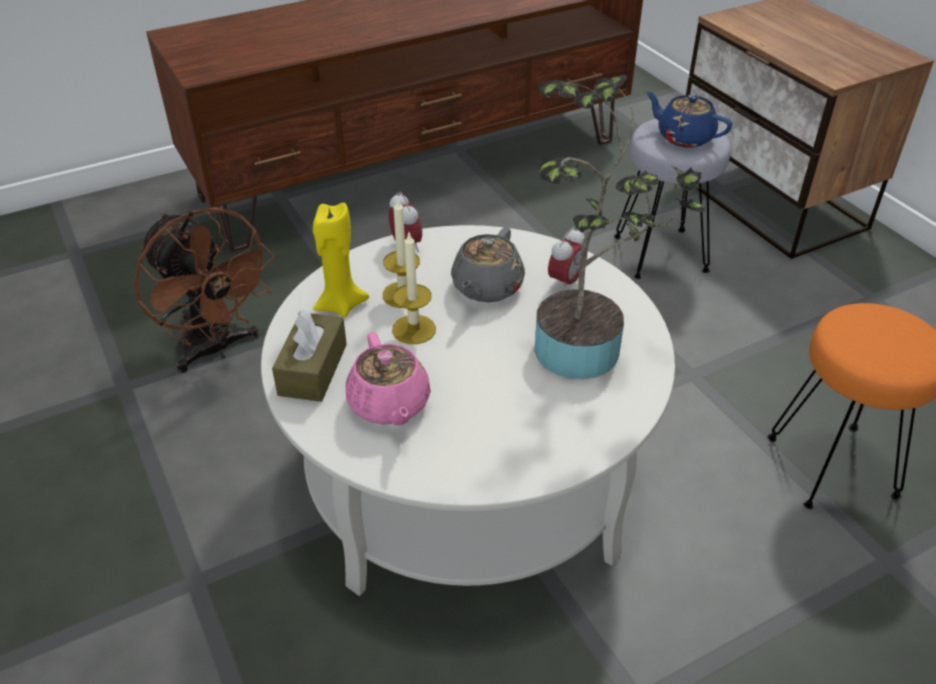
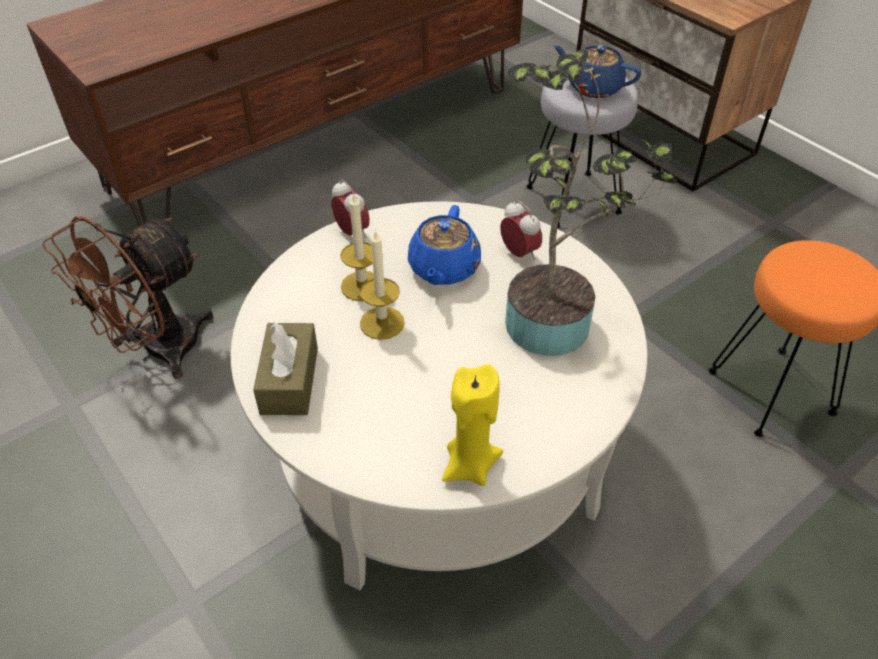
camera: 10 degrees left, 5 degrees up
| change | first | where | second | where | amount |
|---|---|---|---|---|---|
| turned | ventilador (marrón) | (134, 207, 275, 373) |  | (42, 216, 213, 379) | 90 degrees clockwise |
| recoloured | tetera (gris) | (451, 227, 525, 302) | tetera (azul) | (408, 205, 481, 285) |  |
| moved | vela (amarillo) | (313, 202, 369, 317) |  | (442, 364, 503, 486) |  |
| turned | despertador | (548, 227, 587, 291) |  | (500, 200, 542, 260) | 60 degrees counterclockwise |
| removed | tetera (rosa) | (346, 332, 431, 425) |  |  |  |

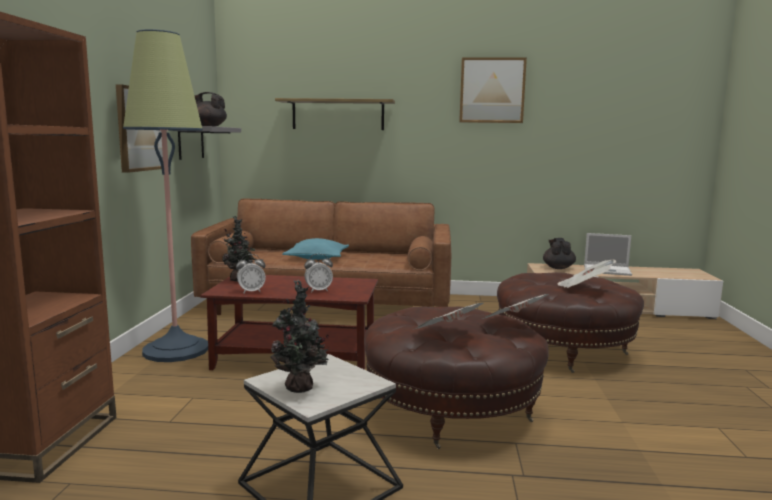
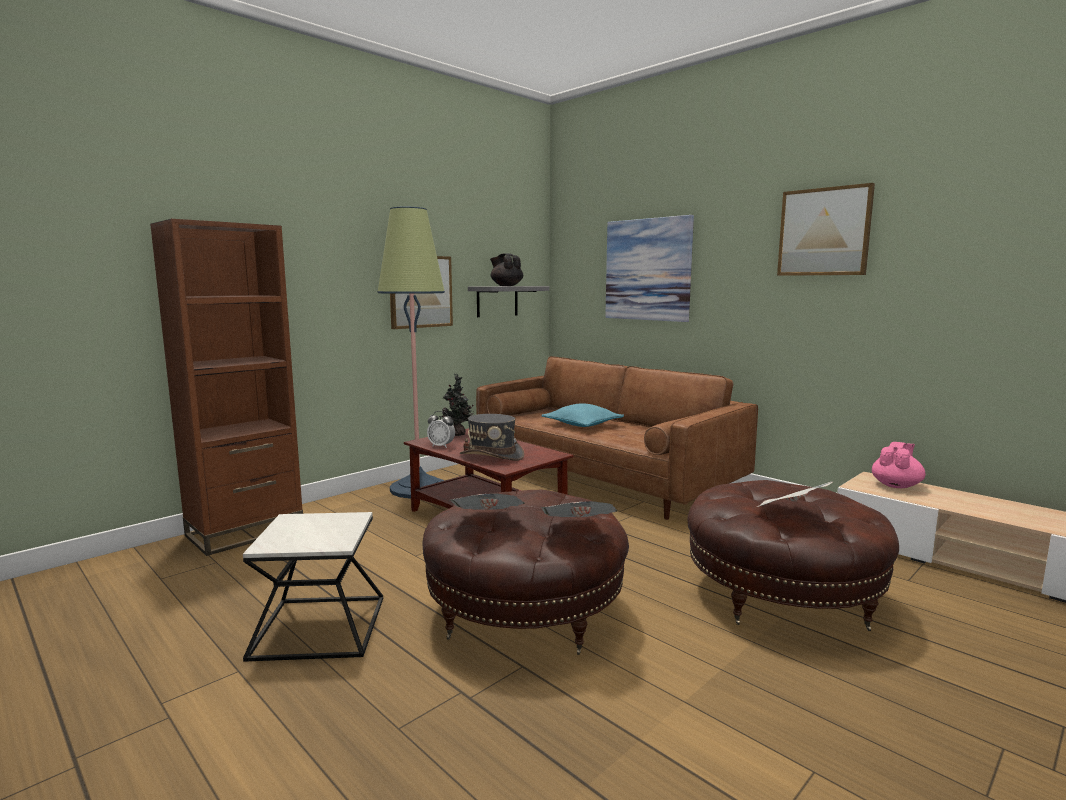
camera: 40 degrees right, 0 degrees up
| change | first | where | second | where | amount |
|---|---|---|---|---|---|
| replaced | despertador | (304, 254, 333, 292) | sombrero (gris) | (460, 414, 524, 461) |  |
| replaced | estante | (275, 98, 395, 130) | cuadro | (605, 215, 694, 322) |  |
| recoloured | tetera (negro) | (543, 238, 576, 269) | tetera (rosa) | (872, 442, 925, 488) |  |
| removed | planta en maceta | (270, 280, 329, 393) |  |  |  |
| removed | portátil | (584, 233, 632, 276) |  |  |  |

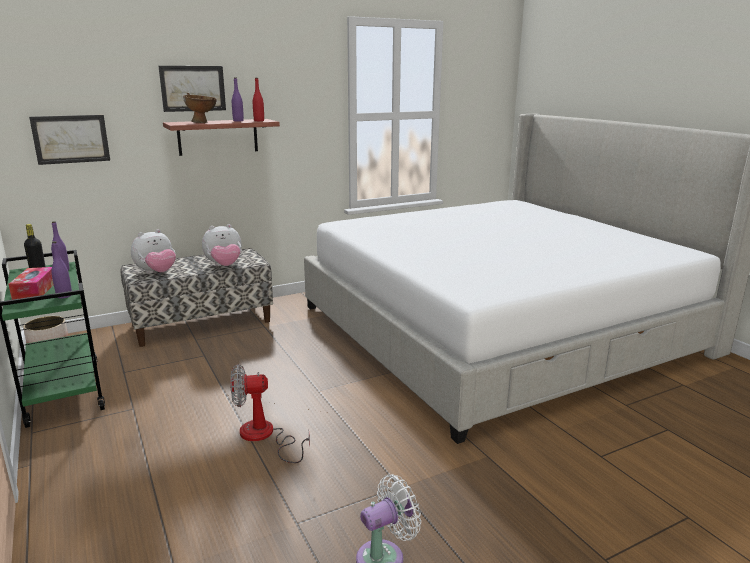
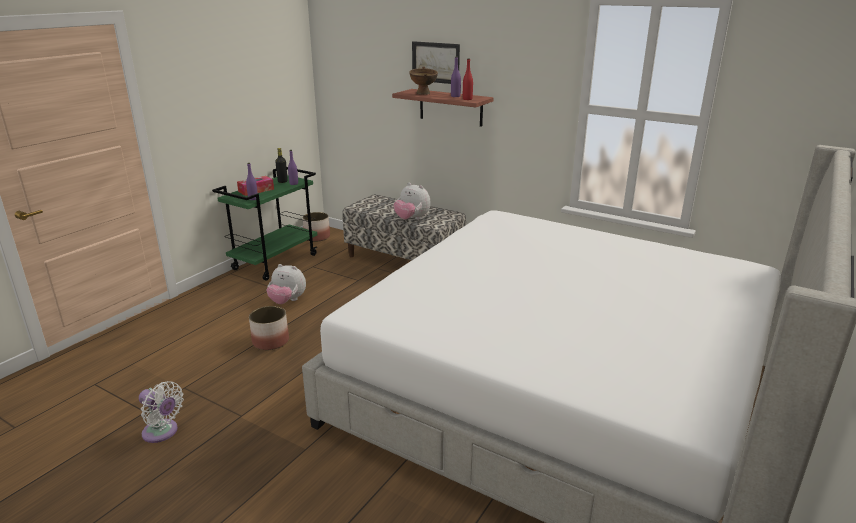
camera: 60 degrees right, 5 degrees up
| change | first | where | second | where | amount |
|---|---|---|---|---|---|
| replaced | ventilador | (230, 364, 310, 463) | maceta | (249, 306, 289, 350) |  |
| moved | peluche | (131, 229, 176, 274) |  | (267, 264, 306, 304) |  |
| removed | cuadro | (29, 115, 110, 165) |  |  |  |

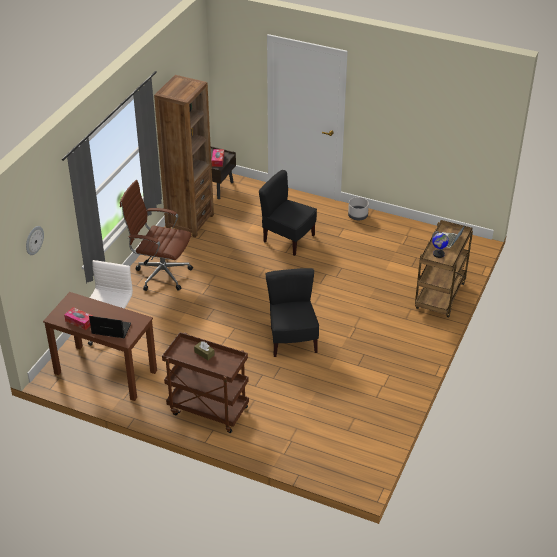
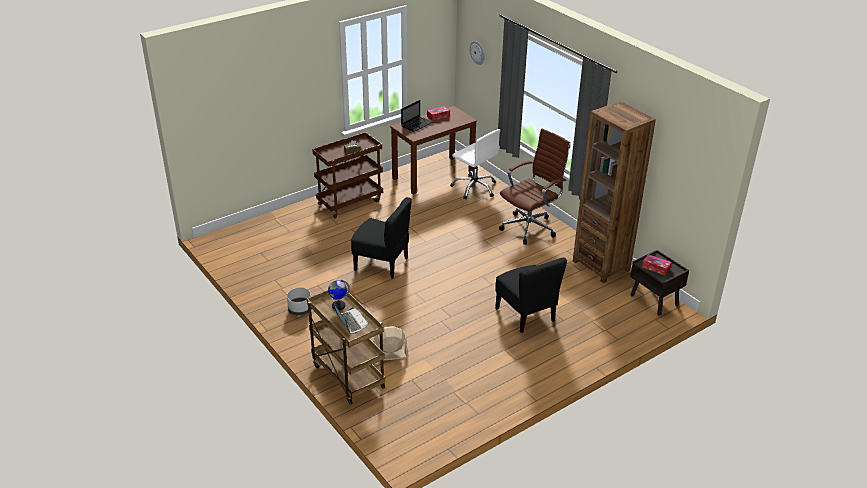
camera: 120 degrees right, 5 degrees down
| change | first | where | second | where | amount |
|---|---|---|---|---|---|
| moved | maceta (gris) | (348, 197, 369, 220) |  | (287, 288, 311, 316) |  |
| added |  |  | ventilador (beis) | (373, 326, 408, 360) |  |
| turned | silla (negro) | (259, 170, 317, 256) |  | (495, 257, 567, 333) | 90 degrees clockwise |

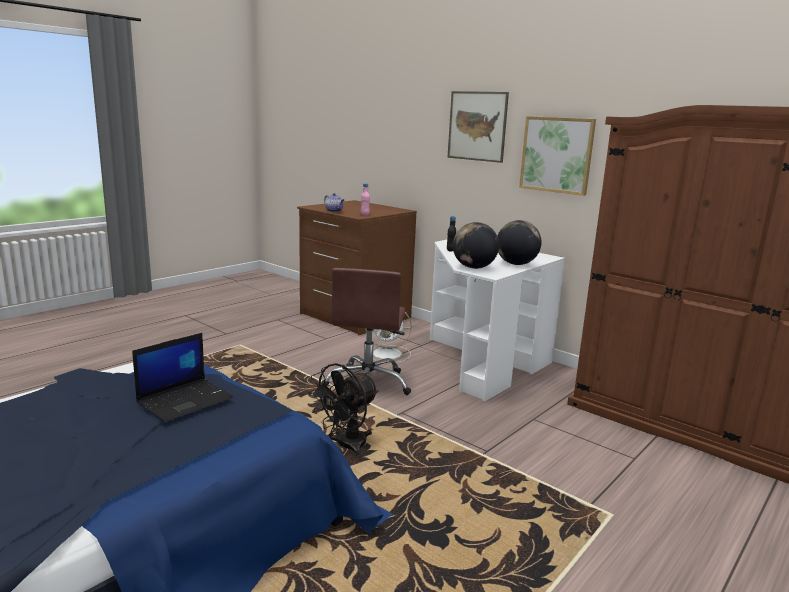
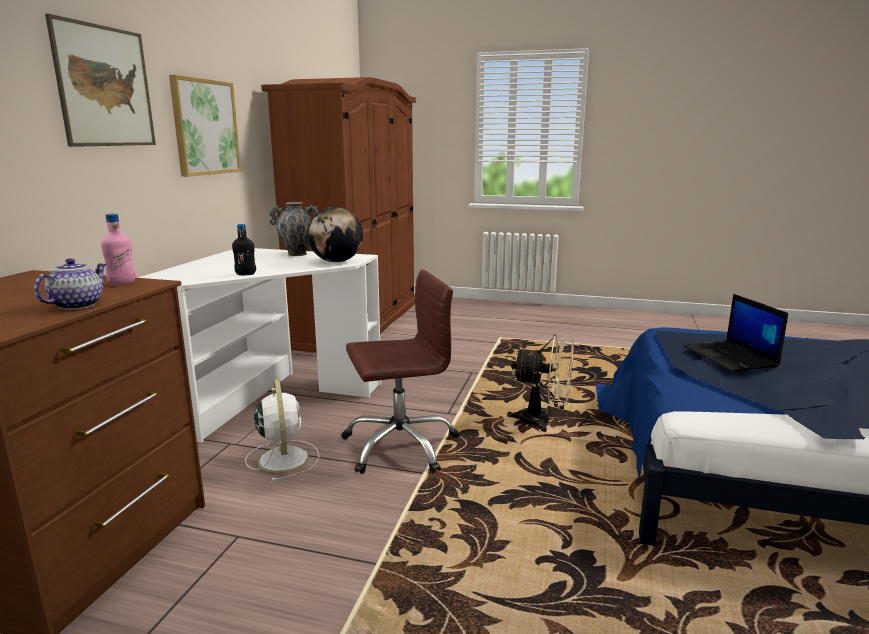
camera: 115 degrees left, 0 degrees up
| change | first | where | second | where | amount |
|---|---|---|---|---|---|
| replaced | globo terráqueo | (497, 220, 541, 265) | florero | (269, 202, 318, 256) |  |
| recoloured | ventilador (negro) | (308, 363, 379, 456) | ventilador (beis) | (507, 334, 574, 432) |  |
| turned | portátil | (132, 333, 233, 422) |  | (683, 294, 788, 371) | 120 degrees counterclockwise |

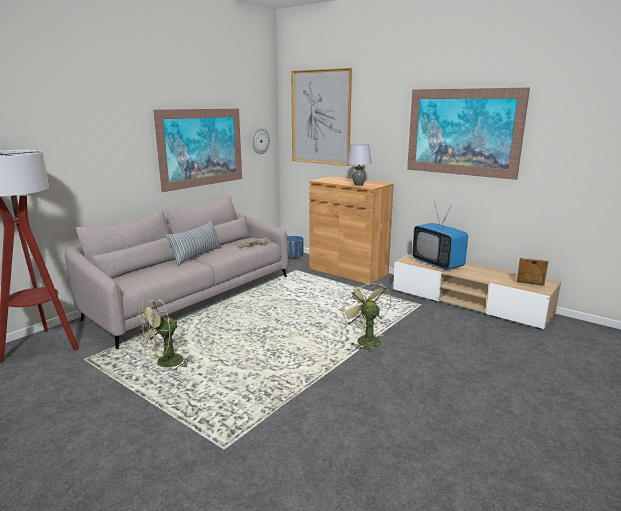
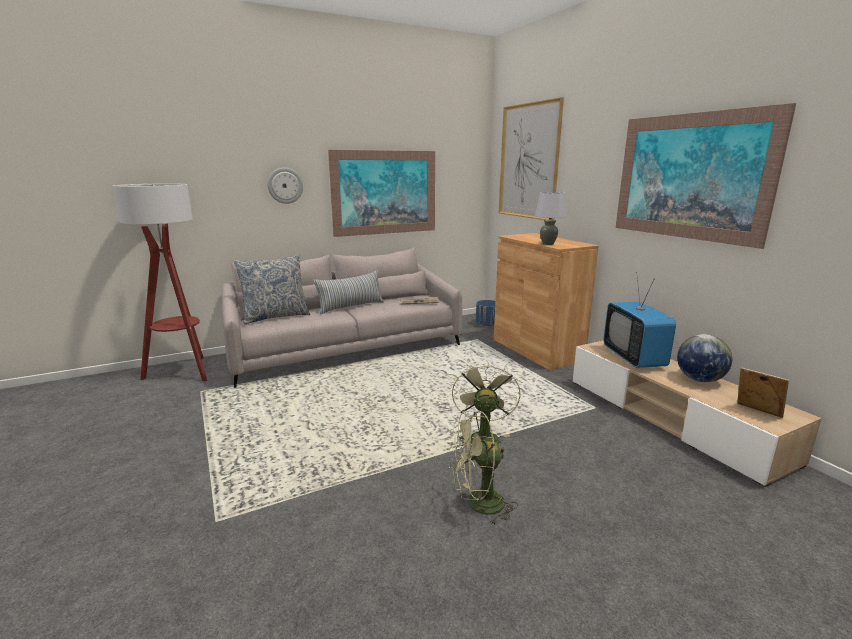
camera: 25 degrees right, 0 degrees up
| change | first | where | second | where | amount |
|---|---|---|---|---|---|
| added |  |  | cojín | (234, 254, 310, 324) |  |
| moved | reloj de pared | (252, 128, 270, 154) |  | (268, 168, 303, 204) |  |
| moved | ventilador (verde) | (138, 299, 191, 371) |  | (449, 411, 518, 525) |  |
| added |  |  | globo terráqueo | (677, 334, 732, 383) |  |

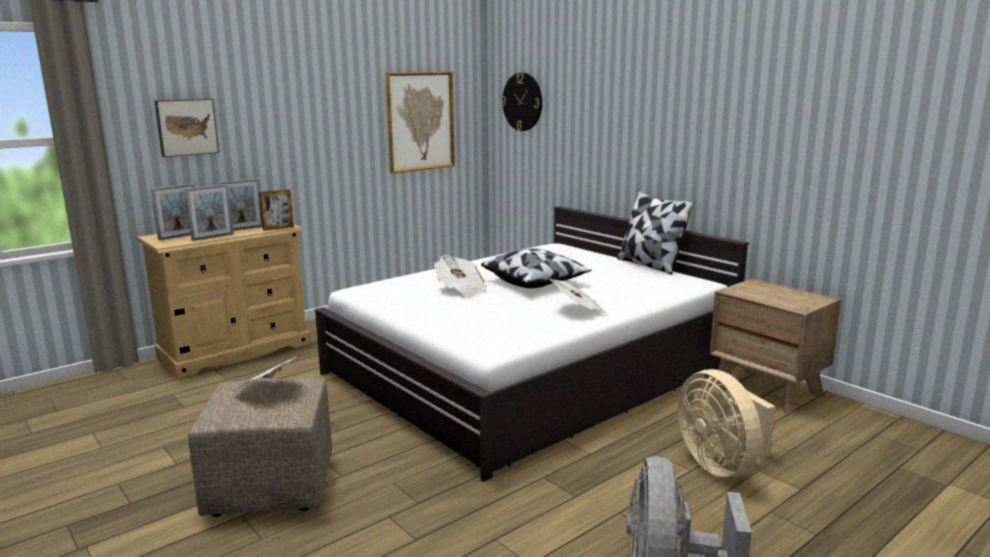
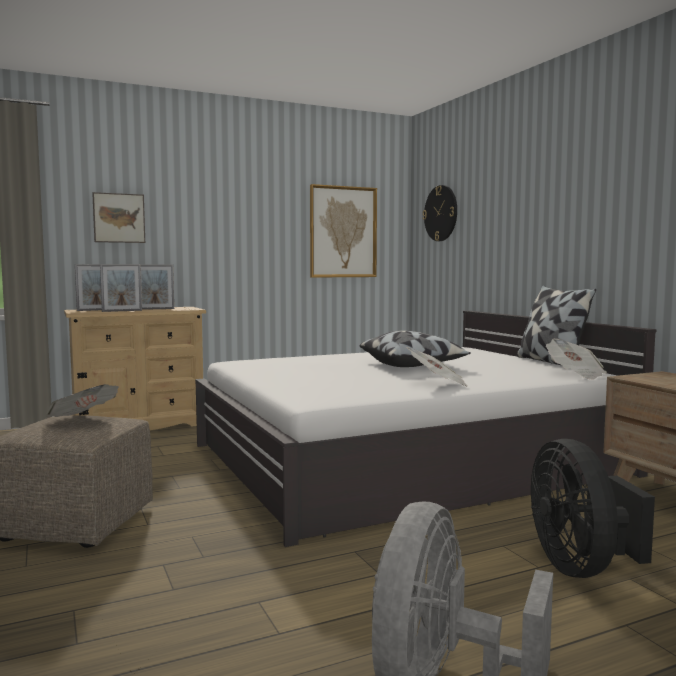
camera: 15 degrees right, 10 degrees down
| change | first | where | second | where | amount |
|---|---|---|---|---|---|
| recoloured | ventilador (beis) | (678, 369, 776, 477) | ventilador (negro) | (531, 439, 655, 578) |  |
| moved | periódico | (434, 255, 487, 297) |  | (546, 339, 607, 380) |  |
| removed | portarretratos | (259, 189, 294, 231) |  |  |  |

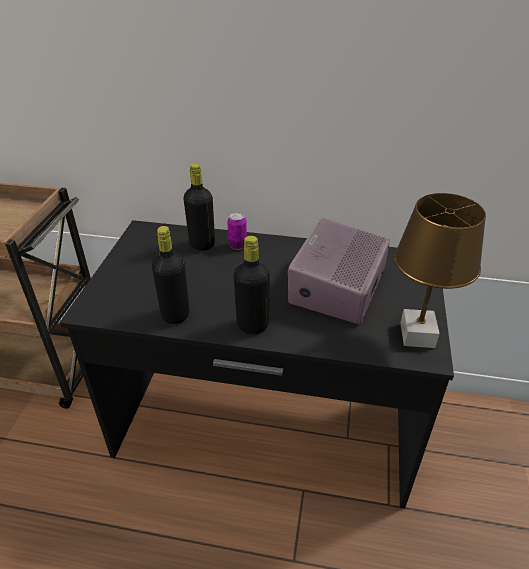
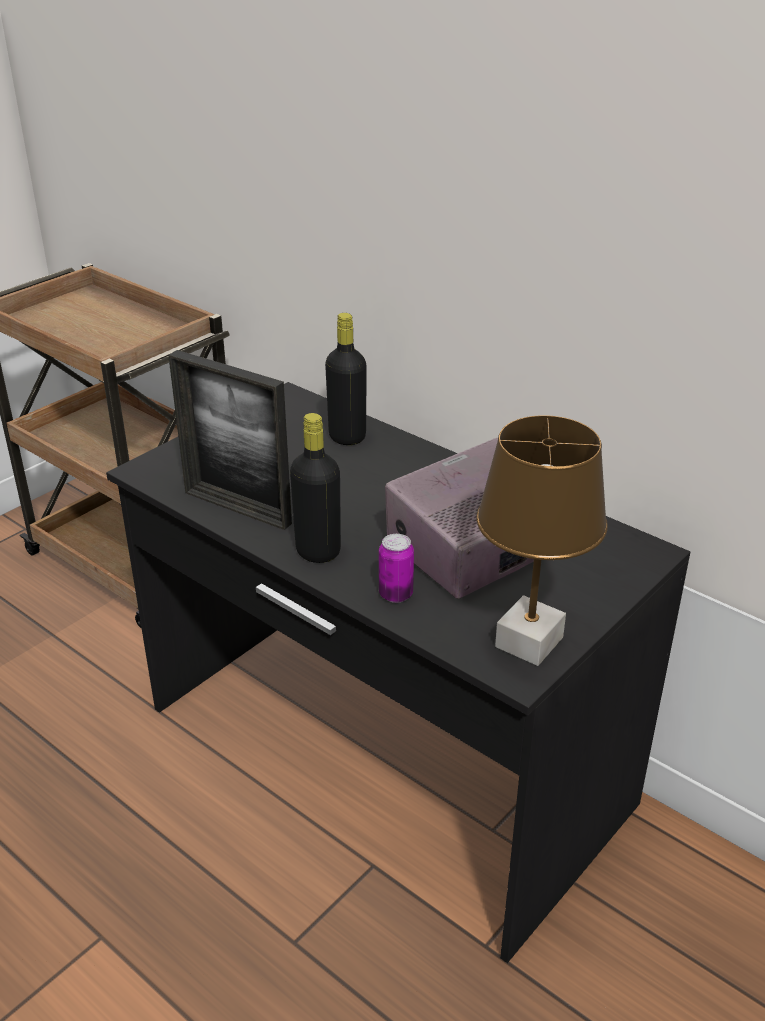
camera: 30 degrees right, 5 degrees down
| change | first | where | second | where | amount |
|---|---|---|---|---|---|
| replaced | botella (negro) | (152, 226, 189, 324) | portarretratos | (168, 350, 292, 530) |  |
| moved | lata | (227, 212, 247, 250) |  | (379, 534, 414, 603) |  |

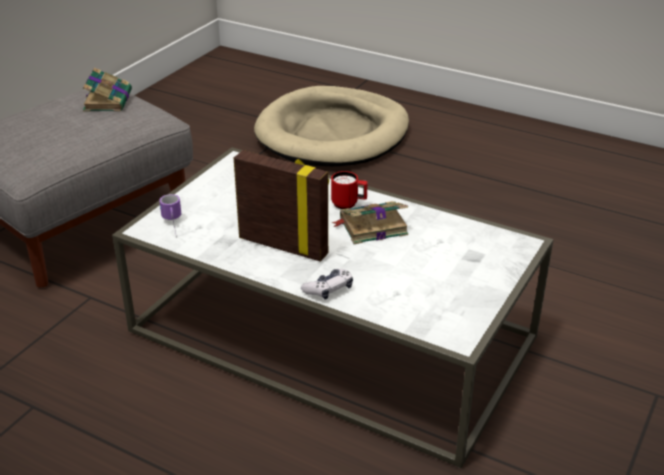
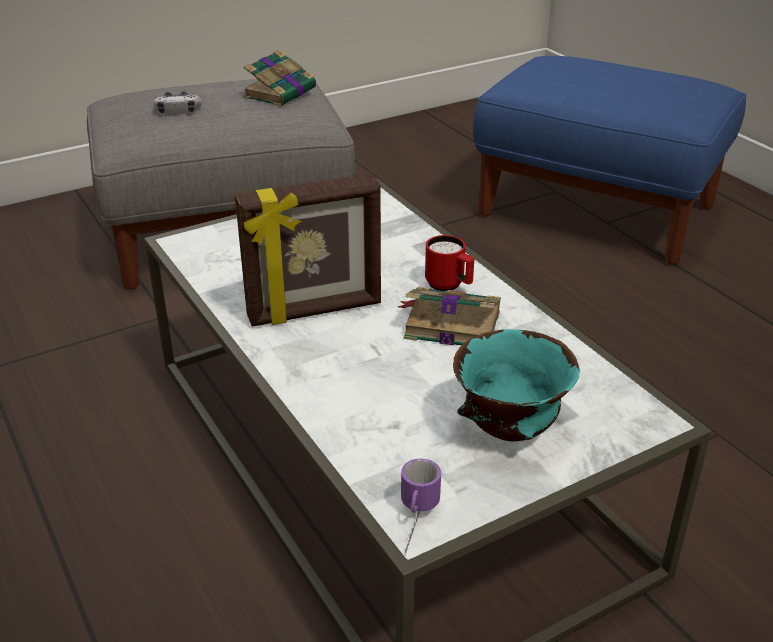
camera: 30 degrees right, 0 degrees up
| change | first | where | second | where | amount |
|---|---|---|---|---|---|
| moved | mando de consola | (301, 269, 353, 300) |  | (153, 91, 202, 113) |  |
| turned | portarretratos | (234, 150, 329, 262) |  | (235, 174, 381, 327) | 105 degrees clockwise |
| moved | taza grande | (159, 194, 181, 238) |  | (401, 458, 441, 555) |  |
| added |  |  | cuenco (turquesa) | (453, 329, 580, 441) |  |
| replaced | cama para perro (beis) | (254, 86, 409, 166) | puf (azul) | (473, 56, 747, 264) |  |

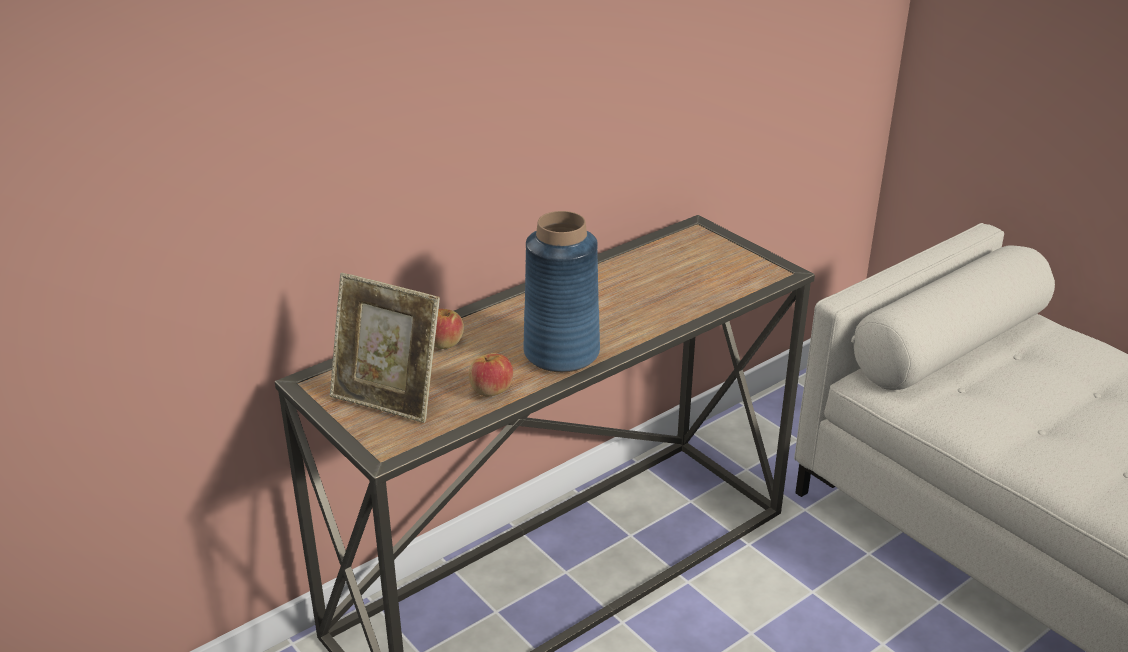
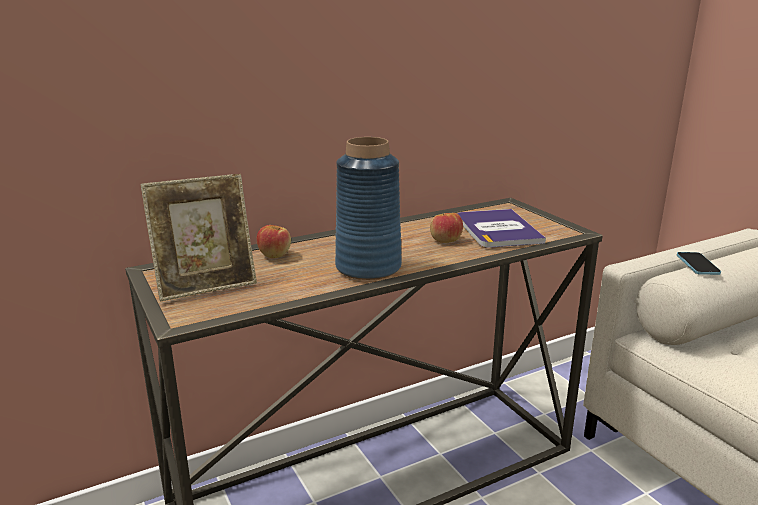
camera: 10 degrees right, 10 degrees down
| change | first | where | second | where | amount |
|---|---|---|---|---|---|
| turned | portarretratos | (330, 273, 440, 423) |  | (140, 174, 257, 302) | 60 degrees counterclockwise |
| moved | manzana | (469, 353, 513, 396) |  | (430, 213, 463, 243) |  |
| added |  |  | libro | (457, 209, 546, 248) |  |
| added |  |  | móvil | (677, 252, 721, 275) |  |

